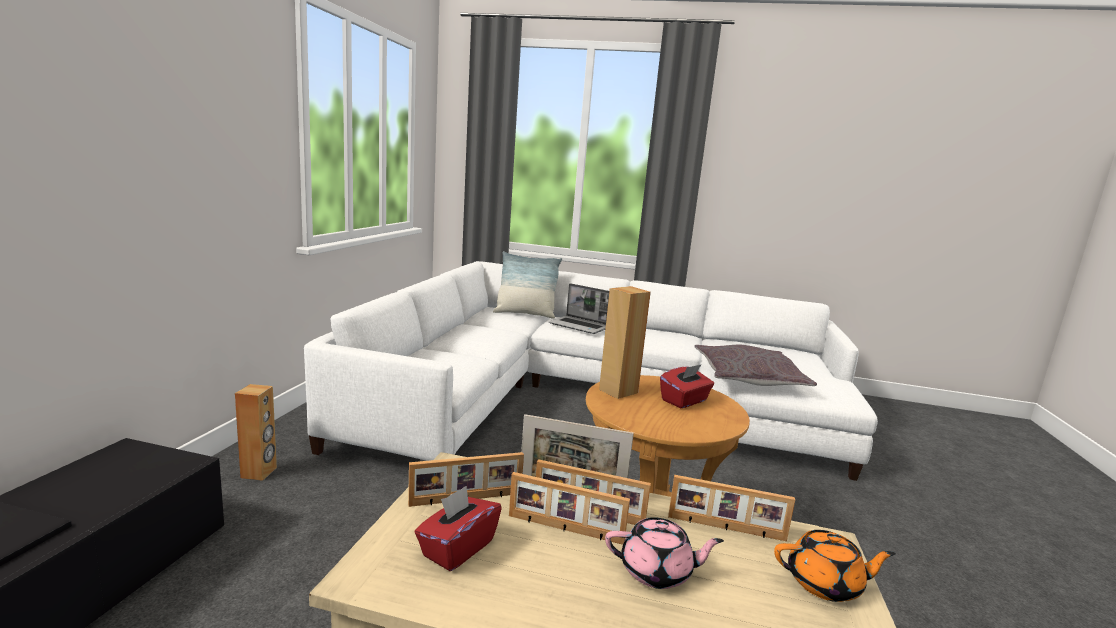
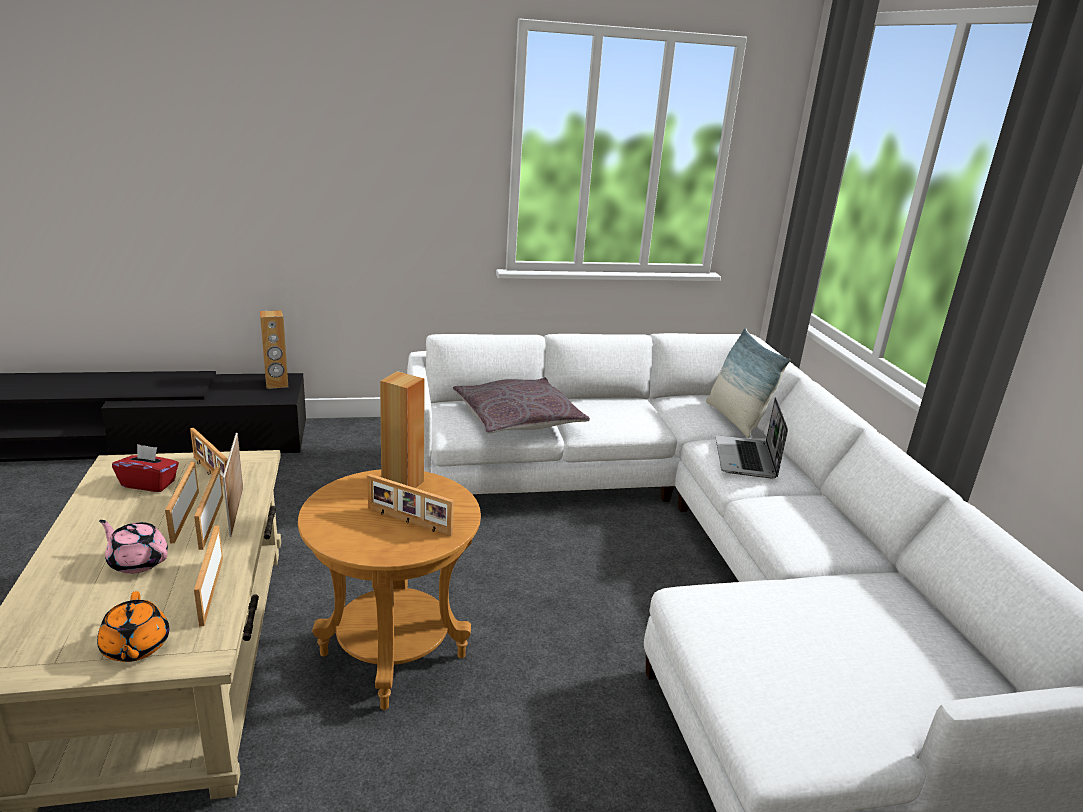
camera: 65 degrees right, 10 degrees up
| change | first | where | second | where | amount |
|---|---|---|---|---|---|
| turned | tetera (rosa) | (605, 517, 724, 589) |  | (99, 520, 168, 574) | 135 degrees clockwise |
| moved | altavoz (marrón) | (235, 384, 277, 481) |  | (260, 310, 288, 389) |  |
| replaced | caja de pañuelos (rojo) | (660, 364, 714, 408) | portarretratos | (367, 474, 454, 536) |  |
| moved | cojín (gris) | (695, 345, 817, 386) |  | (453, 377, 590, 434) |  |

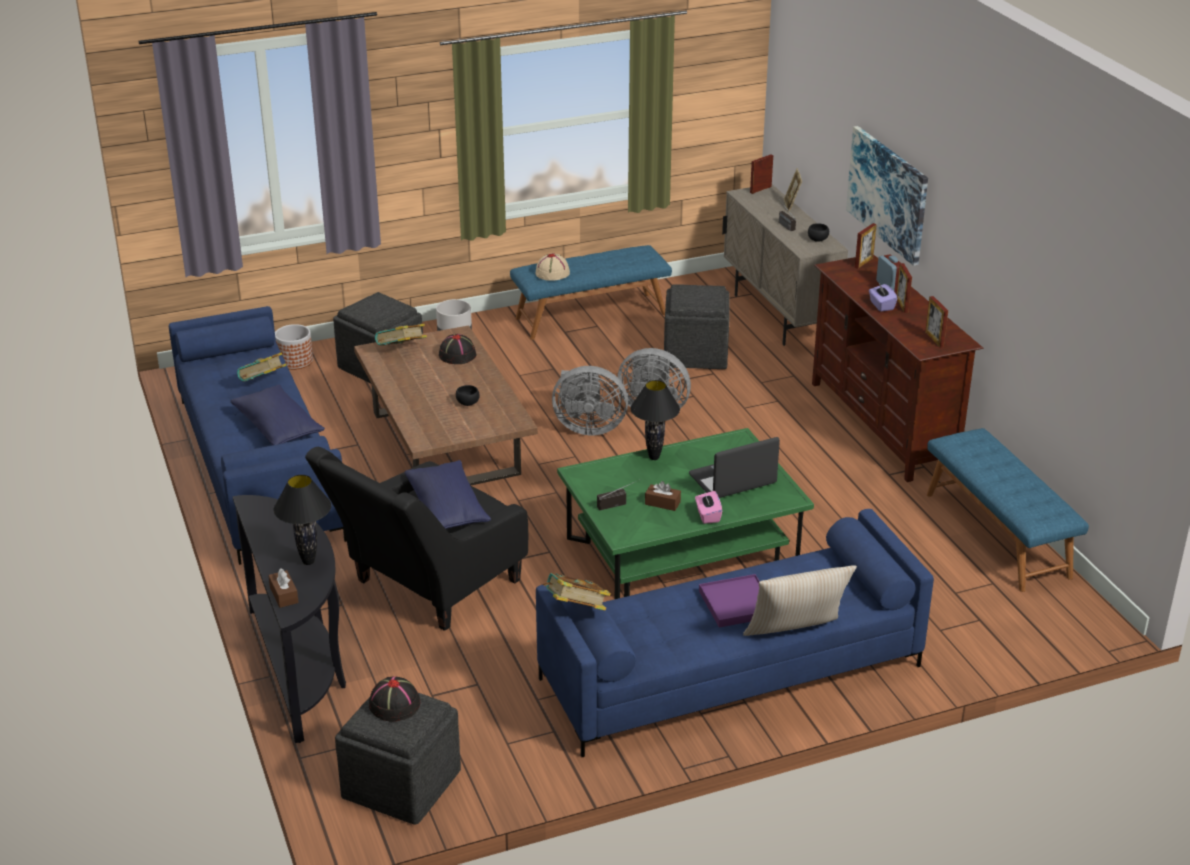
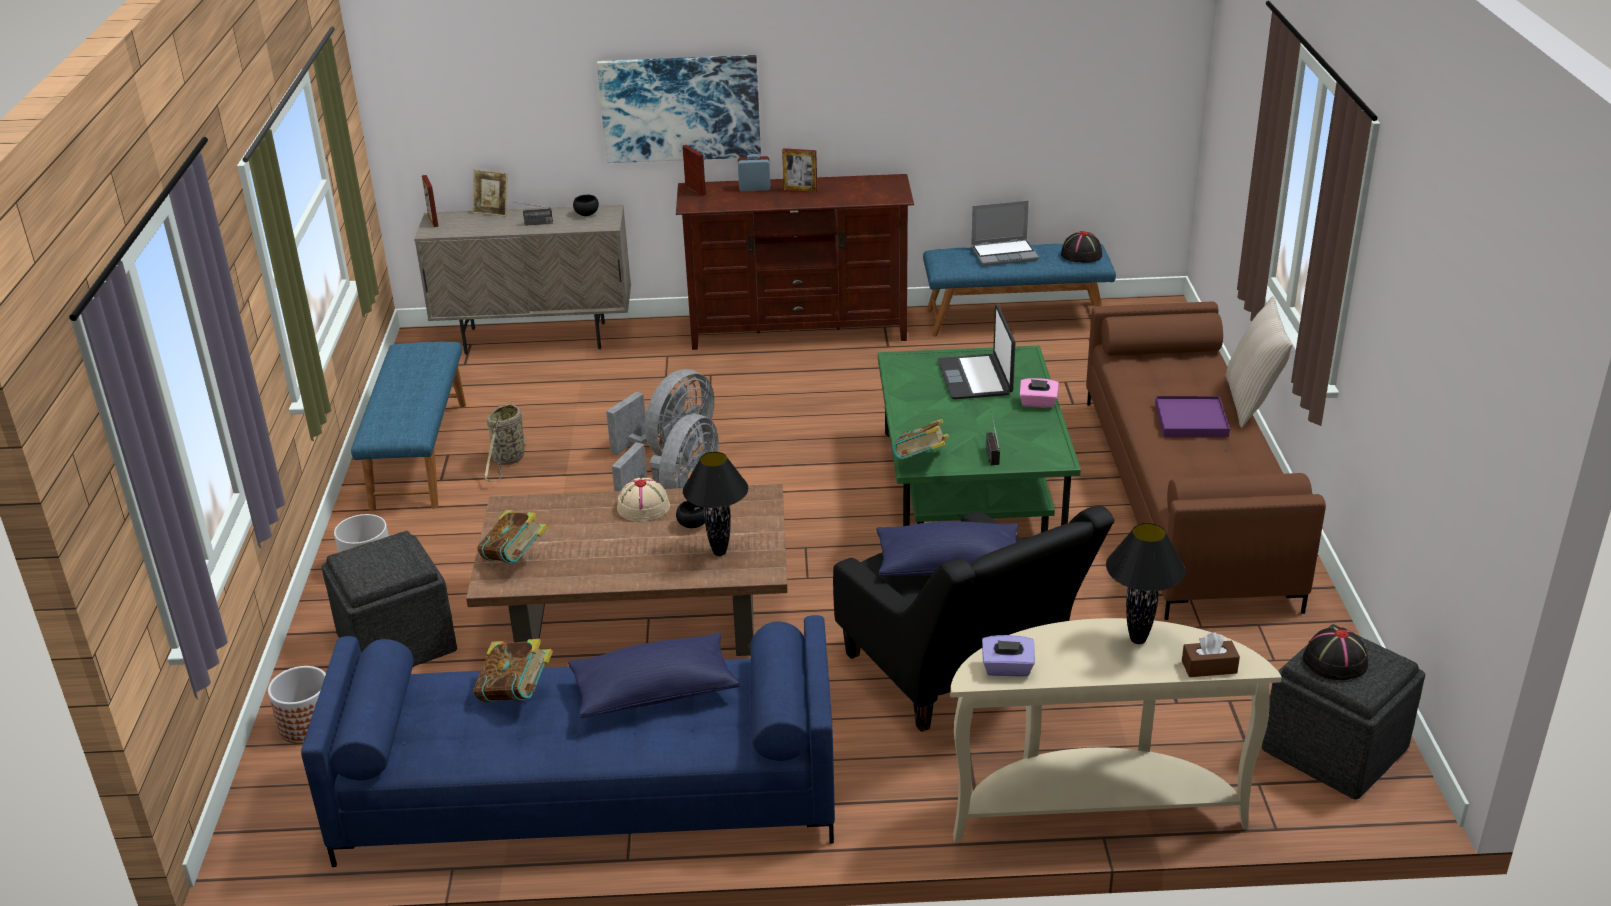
camera: 70 degrees left, 0 degrees up
| change | first | where | second | where | amount |
|---|---|---|---|---|---|
| added |  |  | cesta | (484, 401, 527, 482) |  |
| moved | sombrero (beis) | (535, 253, 570, 281) |  | (617, 478, 670, 522) |  |
| moved | lámpara de mesa (negro) | (631, 380, 680, 460) |  | (683, 452, 748, 556) |  |
| moved | libro | (542, 573, 611, 611) |  | (893, 419, 949, 460) |  |
| recoloured | mesa consola (negro) | (232, 495, 346, 743) | mesa consola (beis) | (950, 618, 1282, 843) |  |
| added |  |  | portátil | (971, 200, 1039, 266) |  |
| moved | caja de pañuelos (morado) | (869, 284, 897, 312) |  | (982, 635, 1035, 677) |  |
| moved | sombrero (negro) | (439, 334, 477, 364) |  | (1061, 231, 1102, 263) |  |
| recoloured | sofá (azul) | (536, 509, 934, 757) | sofá (marrón) | (1086, 301, 1326, 620) |  |
| removed | caja de pañuelos (marrón) | (645, 481, 681, 511) |  |  |  |
| removed | puf (gris) | (664, 284, 730, 369) |  |  |  |
| removed | portarretratos | (925, 296, 948, 348) |  |  |  |

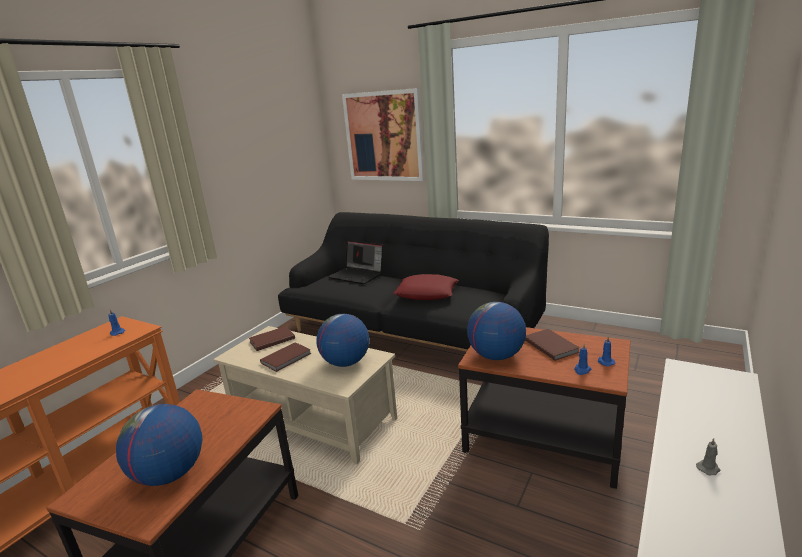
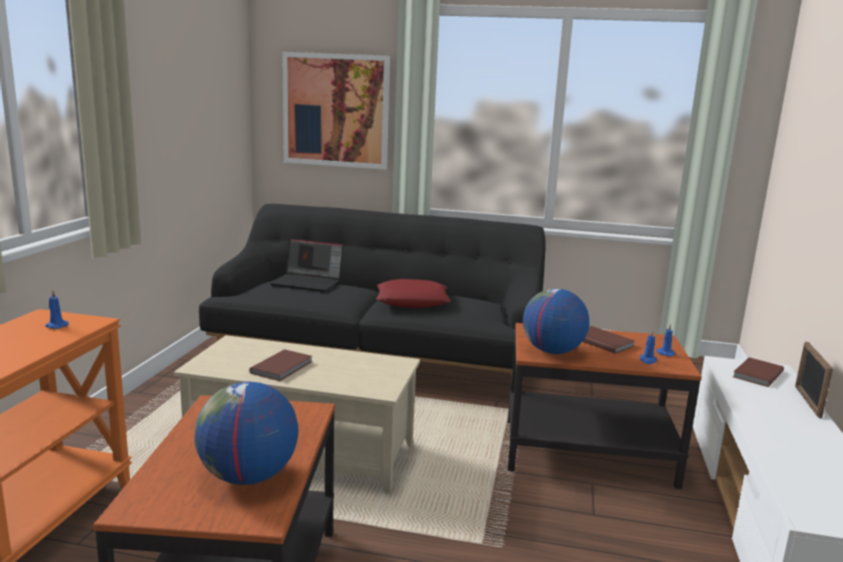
camera: 20 degrees left, 5 degrees down
| change | first | where | second | where | amount |
|---|---|---|---|---|---|
| moved | libro (marrón) | (249, 326, 295, 351) |  | (733, 357, 784, 387) |  |
| added |  |  | portarretratos | (795, 342, 833, 418) |  |
| removed | globo terráqueo | (316, 314, 369, 367) |  |  |  |
| removed | vela (gris) | (696, 438, 720, 475) |  |  |  |

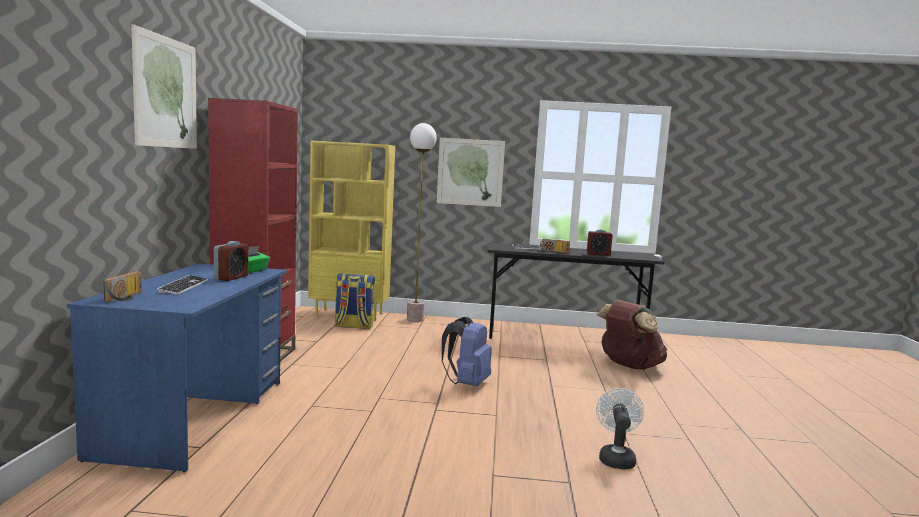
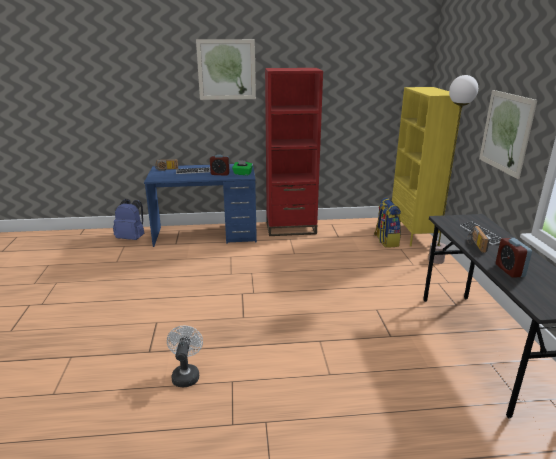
camera: 80 degrees right, 15 degrees up
| change | first | where | second | where | amount |
|---|---|---|---|---|---|
| moved | mochila (azul) | (442, 317, 492, 386) |  | (113, 199, 144, 240) |  |
| turned | ventilador (blanco) | (596, 388, 644, 470) |  | (167, 326, 203, 387) | 90 degrees counterclockwise |
| removed | mochila (marrón) | (597, 300, 667, 370) |  |  |  |

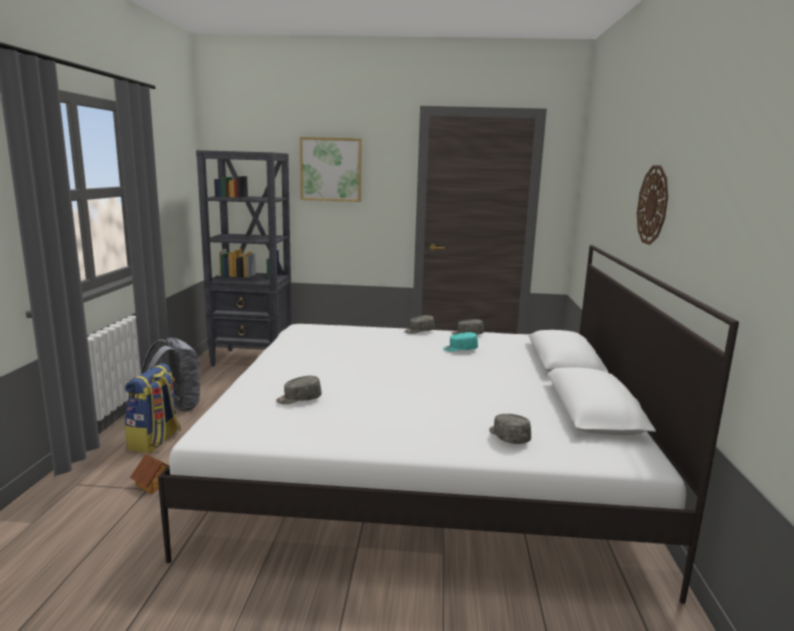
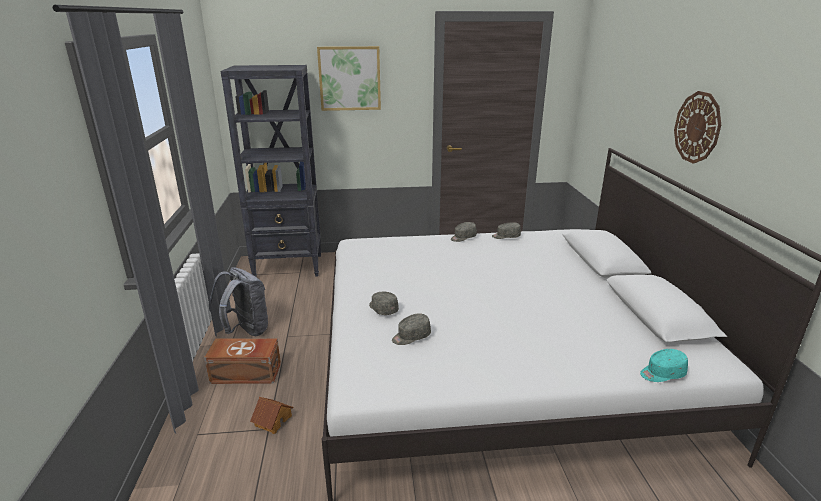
camera: 10 degrees left, 10 degrees up
| change | first | where | second | where | amount |
|---|---|---|---|---|---|
| replaced | mochila | (125, 363, 181, 453) | caja de almacenaje (marrón) | (204, 339, 281, 384) |  |
| moved | gorra (gris) | (489, 414, 531, 444) |  | (369, 292, 399, 315) |  |
| moved | gorra (turquesa) | (443, 332, 478, 352) |  | (640, 349, 688, 382) |  |

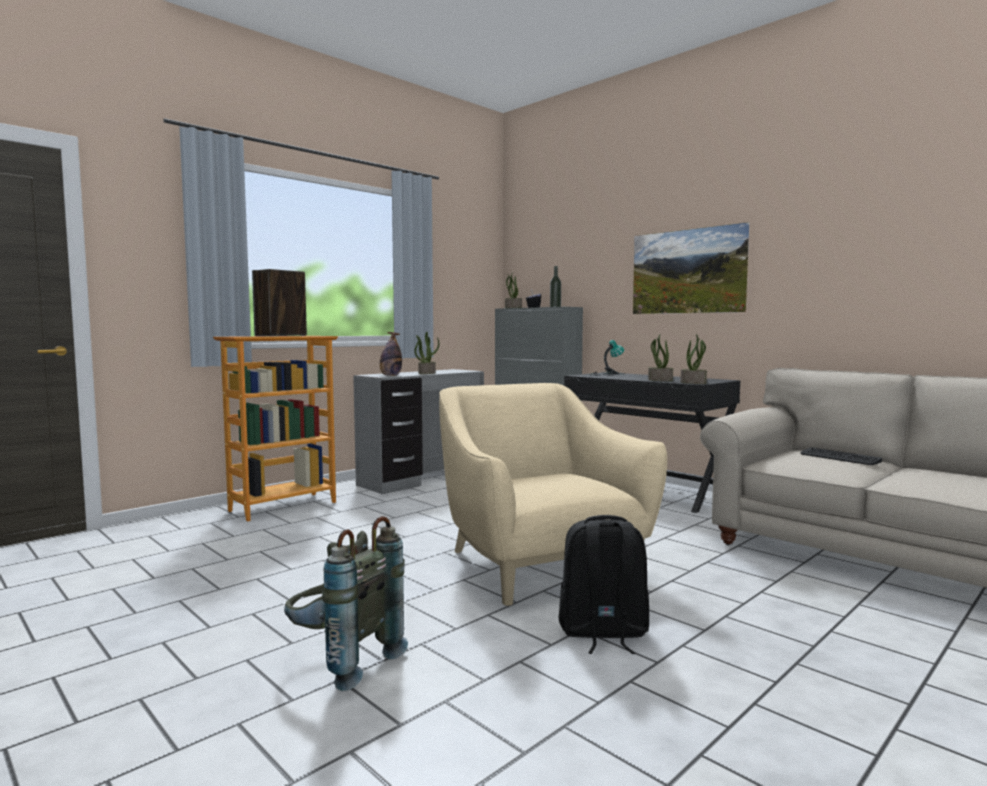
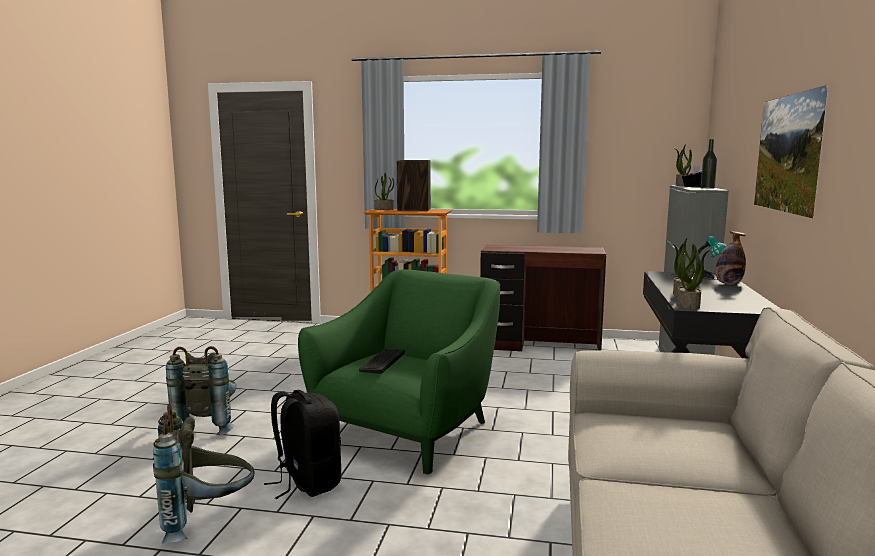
camera: 55 degrees right, 5 degrees up
| change | first | where | second | where | amount |
|---|---|---|---|---|---|
| added |  |  | mochila (gris) | (153, 404, 255, 544) |  |
| recoloured | sillón (beis) | (439, 383, 667, 606) | sillón (verde) | (298, 269, 500, 474) |  |
| moved | teclado | (800, 448, 882, 465) |  | (359, 349, 405, 374) |  |
| moved | planta en maceta | (414, 332, 439, 374) |  | (374, 173, 394, 210) |  |
| recoloured | escritorio (gris) | (353, 369, 484, 495) | escritorio (marrón) | (480, 245, 606, 351) |  |
| moved | botella | (380, 332, 402, 376) |  | (715, 231, 746, 285) |  |

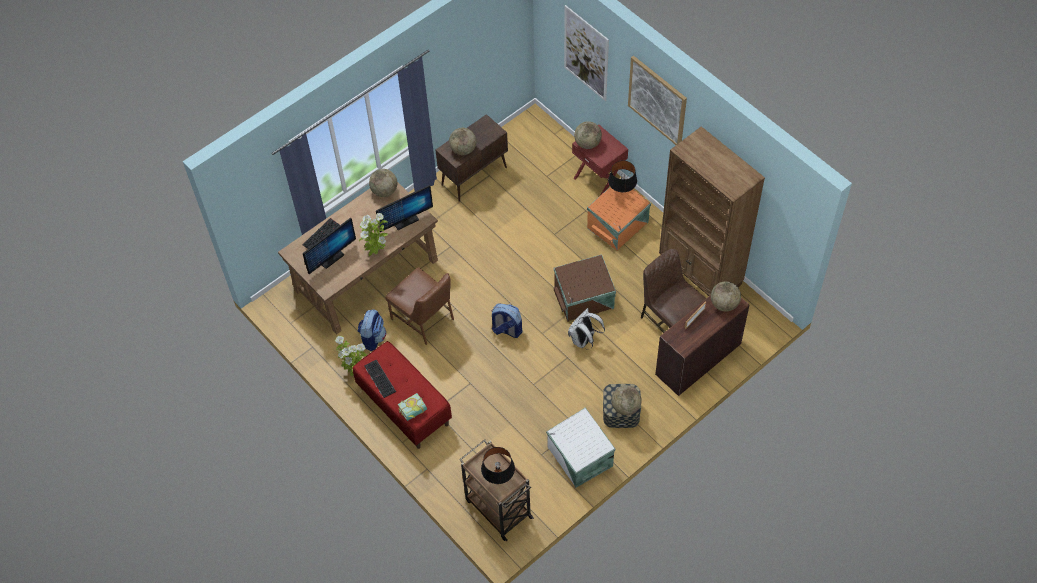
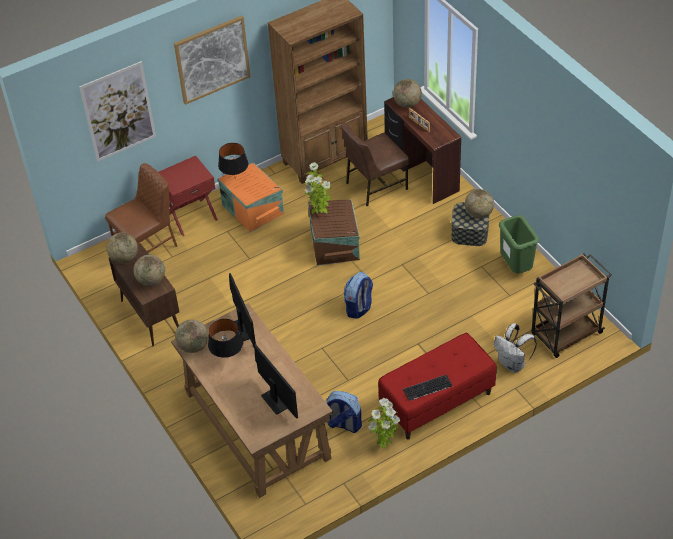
camera: 80 degrees left, 10 degrees down
| change | first | where | second | where | amount |
|---|---|---|---|---|---|
| moved | silla (marrón) | (385, 267, 454, 345) |  | (105, 163, 177, 253) |  |
| moved | globo terráqueo | (574, 121, 602, 149) |  | (107, 232, 138, 263) |  |
| moved | lámpara de mesa (negro) | (481, 447, 515, 484) |  | (208, 319, 243, 358) |  |
| moved | planta en maceta | (359, 213, 388, 256) |  | (304, 162, 331, 214) |  |
| moved | mochila (blanco) | (568, 308, 605, 350) |  | (494, 323, 537, 373) |  |
| replaced | caja de almacenaje (blanco) | (546, 407, 615, 488) | papelera (verde) | (499, 215, 539, 274) |  |
| removed | teclado | (303, 218, 340, 249) |  |  |  |
| removed | libro | (398, 393, 427, 421) |  |  |  |

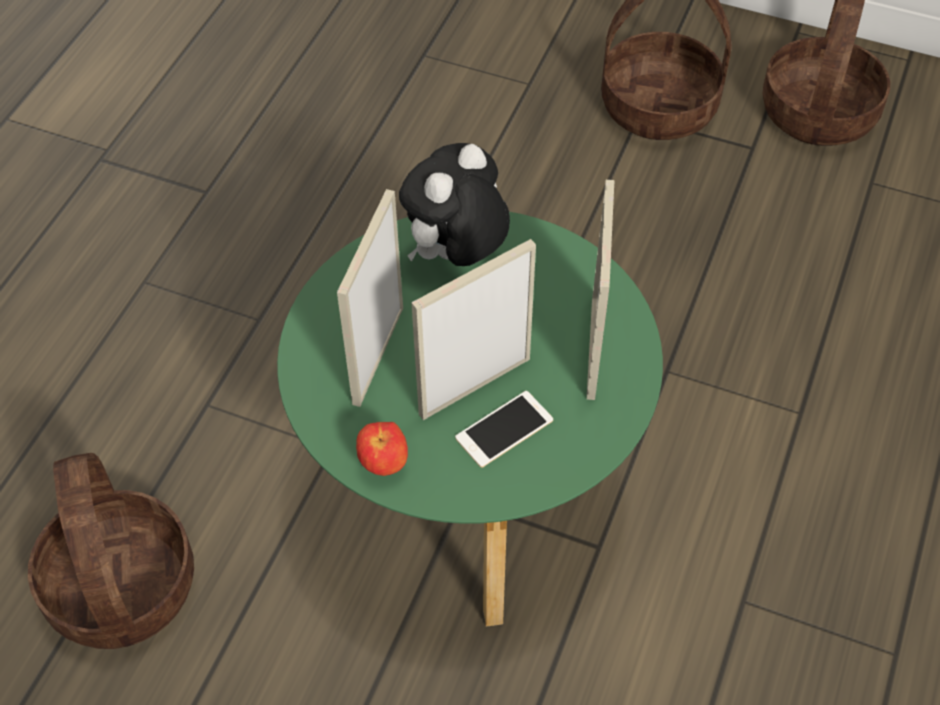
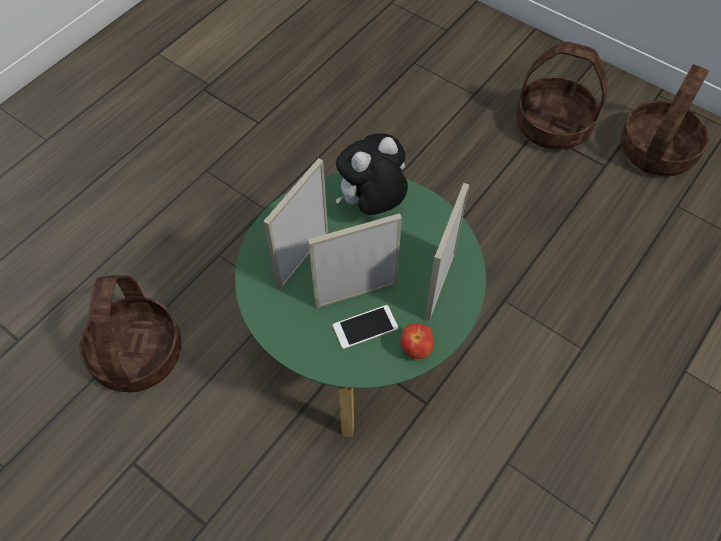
camera: 15 degrees right, 5 degrees up
| change | first | where | second | where | amount |
|---|---|---|---|---|---|
| moved | manzana | (356, 422, 408, 476) |  | (400, 323, 434, 359) |  |

